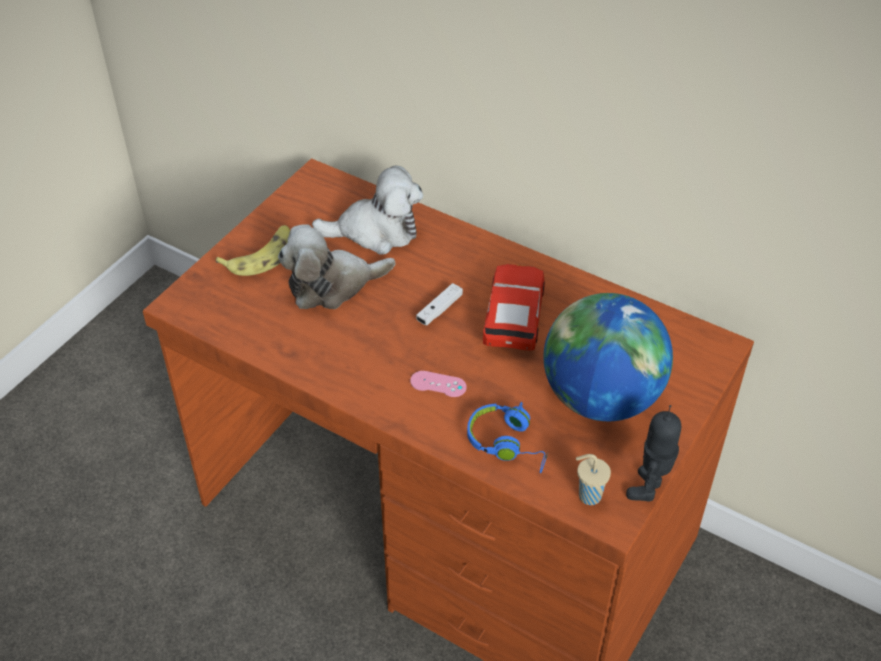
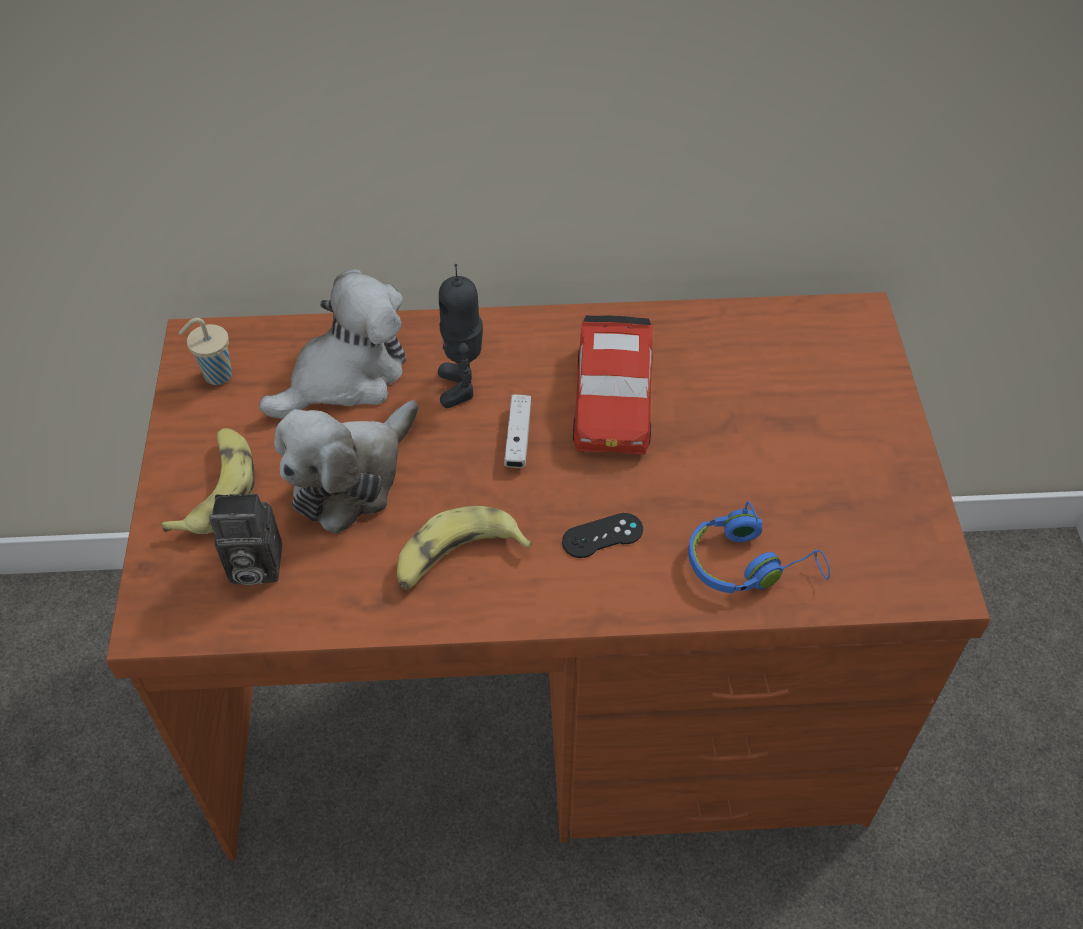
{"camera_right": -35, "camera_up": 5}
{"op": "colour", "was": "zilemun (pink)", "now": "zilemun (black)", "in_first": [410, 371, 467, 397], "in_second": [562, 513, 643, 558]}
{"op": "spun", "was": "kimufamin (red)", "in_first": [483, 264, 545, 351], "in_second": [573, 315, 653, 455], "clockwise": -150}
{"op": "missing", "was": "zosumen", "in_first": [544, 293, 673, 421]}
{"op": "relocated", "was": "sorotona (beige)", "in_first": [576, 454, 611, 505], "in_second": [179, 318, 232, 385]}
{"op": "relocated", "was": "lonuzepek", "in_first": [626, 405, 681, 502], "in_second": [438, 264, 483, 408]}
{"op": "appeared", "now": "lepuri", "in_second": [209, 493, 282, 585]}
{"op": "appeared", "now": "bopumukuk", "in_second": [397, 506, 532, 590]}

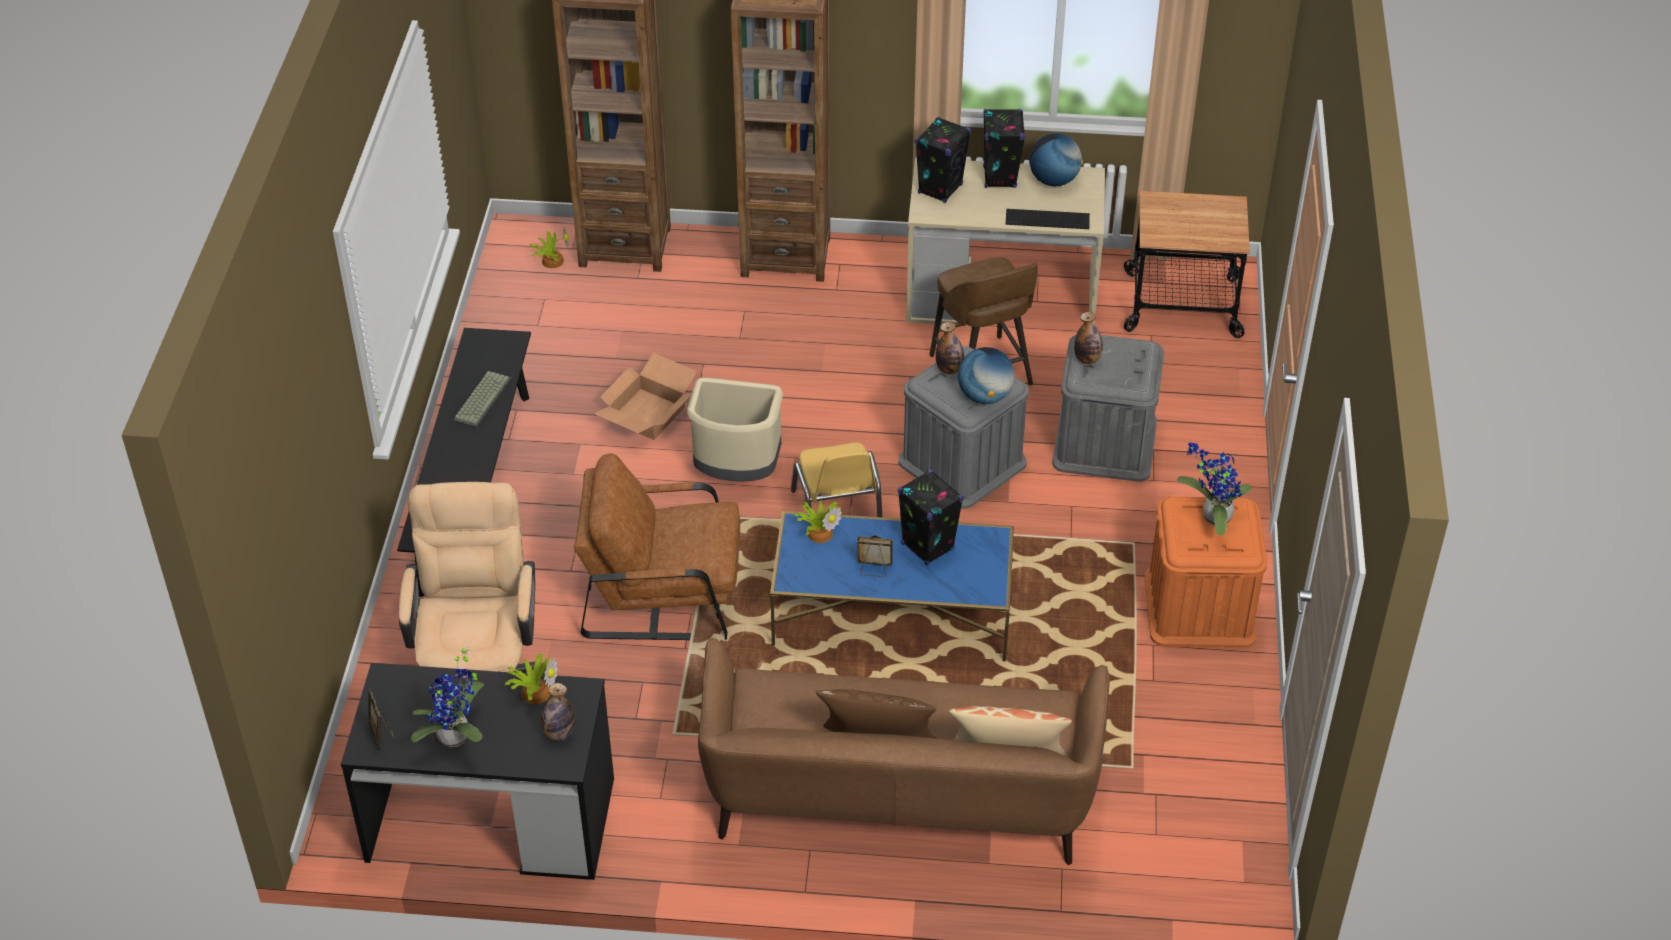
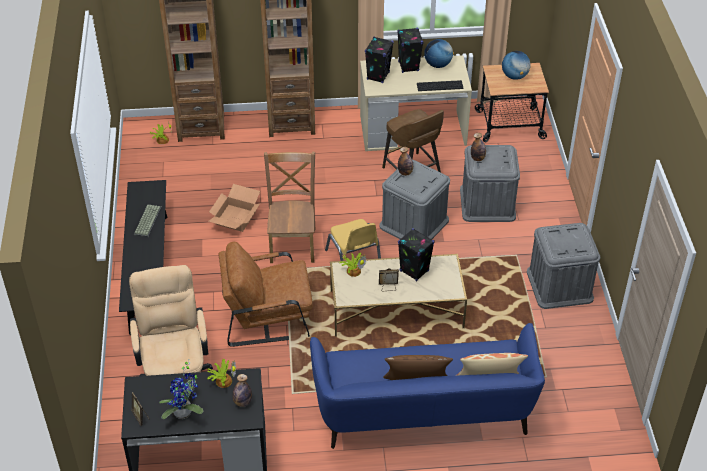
{"camera_right": -10, "camera_up": 0}
{"op": "exchanged", "was": "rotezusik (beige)", "now": "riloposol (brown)", "in_first": [687, 378, 783, 482], "in_second": [264, 151, 315, 263]}
{"op": "colour", "was": "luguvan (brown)", "now": "luguvan (blue)", "in_first": [698, 638, 1110, 865], "in_second": [310, 323, 545, 449]}
{"op": "colour", "was": "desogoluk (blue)", "now": "desogoluk (beige)", "in_first": [770, 511, 1014, 661], "in_second": [330, 254, 467, 337]}
{"op": "relocated", "was": "zosumen", "in_first": [958, 347, 1015, 404], "in_second": [502, 51, 531, 80]}
{"op": "colour", "was": "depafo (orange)", "now": "depafo (grey)", "in_first": [1145, 497, 1267, 648], "in_second": [527, 223, 600, 309]}
{"op": "missing", "was": "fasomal", "in_first": [1177, 442, 1251, 535]}

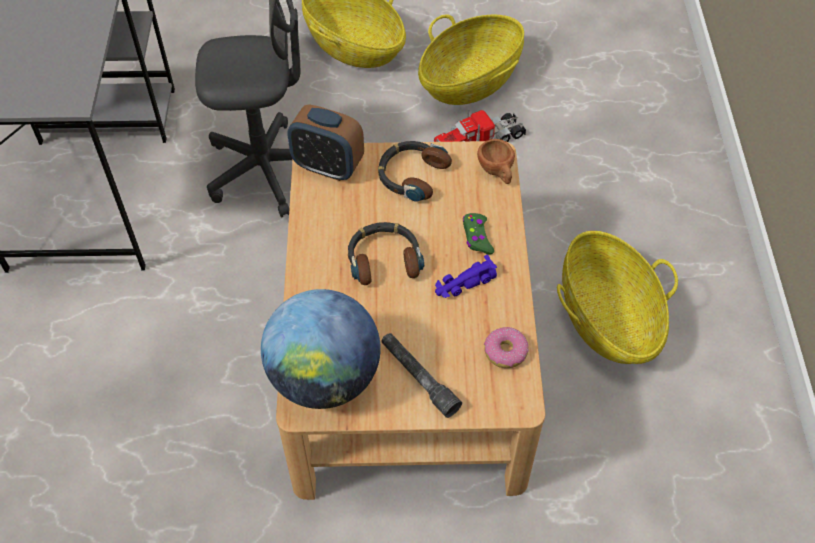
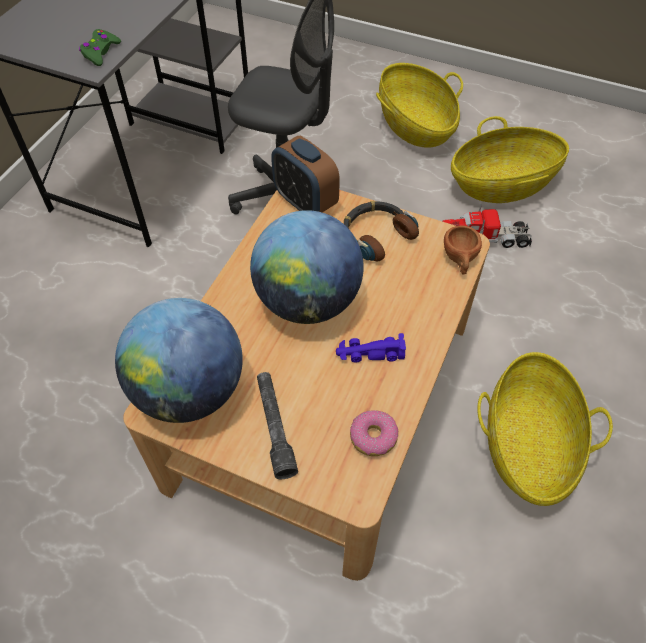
{"camera_right": 25, "camera_up": 0}
{"op": "exchanged", "was": "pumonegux", "now": "zosumen", "in_first": [348, 222, 424, 285], "in_second": [250, 210, 364, 324]}
{"op": "relocated", "was": "zilemun (green)", "in_first": [463, 213, 494, 255], "in_second": [79, 29, 121, 66]}

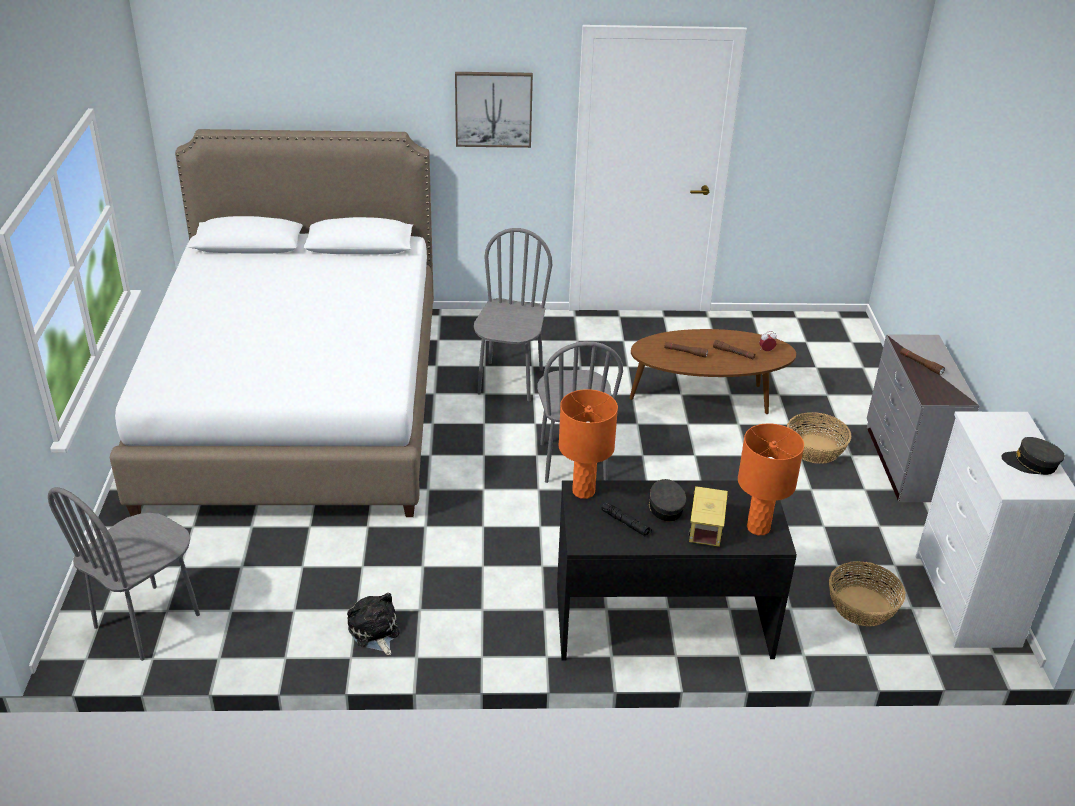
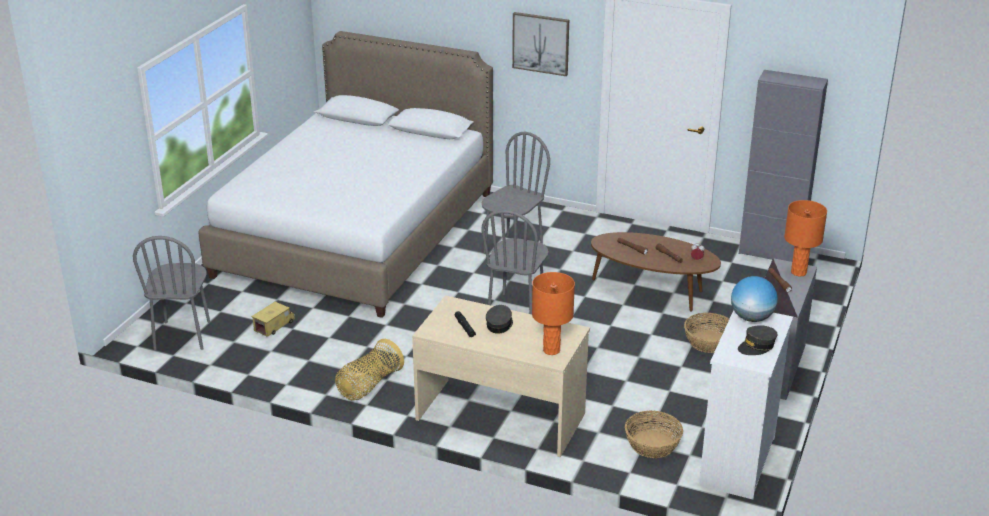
{"camera_right": 25, "camera_up": -5}
{"op": "spun", "was": "riloposol (grey)", "in_first": [48, 487, 200, 661], "in_second": [133, 236, 210, 350], "clockwise": -60}
{"op": "missing", "was": "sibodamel", "in_first": [347, 593, 400, 655]}
{"op": "colour", "was": "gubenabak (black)", "now": "gubenabak (beige)", "in_first": [557, 480, 797, 660], "in_second": [412, 295, 590, 457]}
{"op": "relocated", "was": "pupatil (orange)", "in_first": [559, 389, 618, 499], "in_second": [784, 200, 827, 277]}
{"op": "relocated", "was": "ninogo", "in_first": [688, 486, 728, 547], "in_second": [251, 302, 295, 337]}
{"op": "spun", "was": "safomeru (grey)", "in_first": [1002, 437, 1065, 475], "in_second": [738, 326, 777, 355], "clockwise": -75}
{"op": "appeared", "now": "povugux", "in_second": [335, 339, 404, 400]}
{"op": "appeared", "now": "zosumen", "in_second": [731, 276, 778, 322]}
{"op": "appeared", "now": "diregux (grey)", "in_second": [739, 70, 828, 262]}

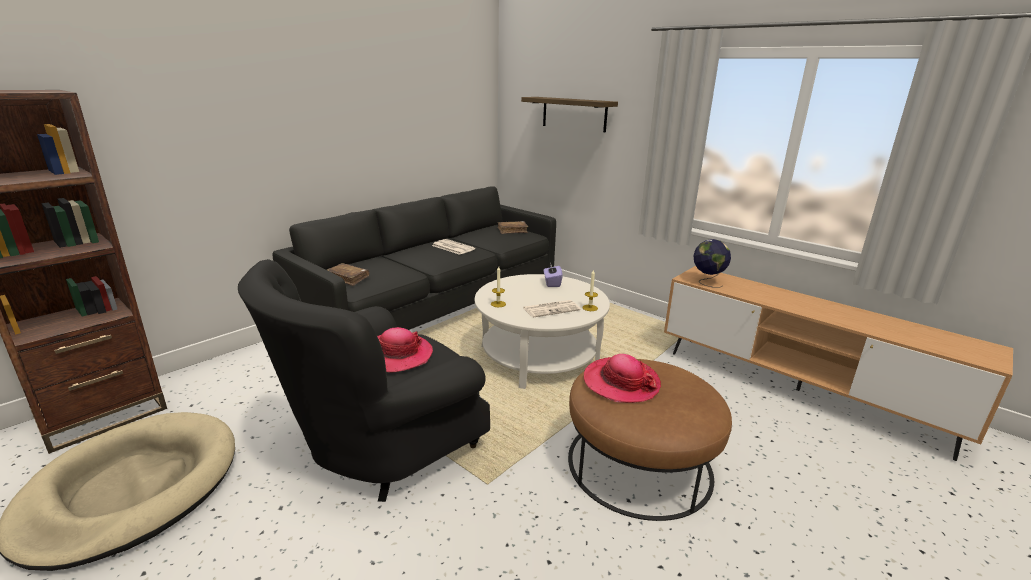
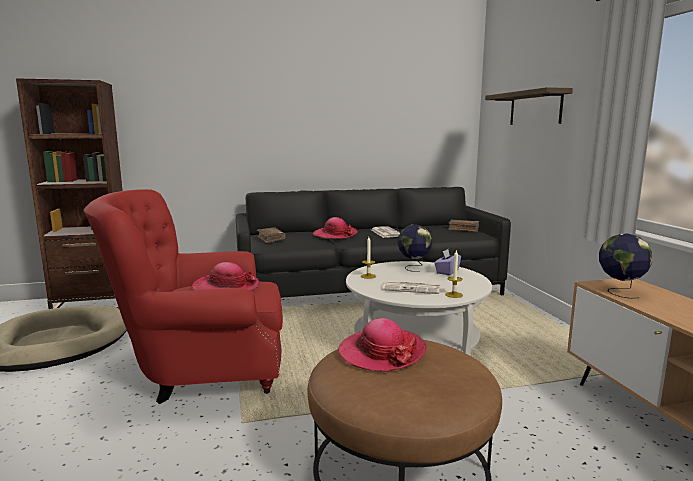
{"camera_right": 35, "camera_up": -10}
{"op": "colour", "was": "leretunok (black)", "now": "leretunok (red)", "in_first": [238, 259, 490, 502], "in_second": [84, 189, 283, 404]}
{"op": "appeared", "now": "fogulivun", "in_second": [313, 217, 358, 239]}
{"op": "appeared", "now": "zosumen", "in_second": [397, 225, 432, 272]}

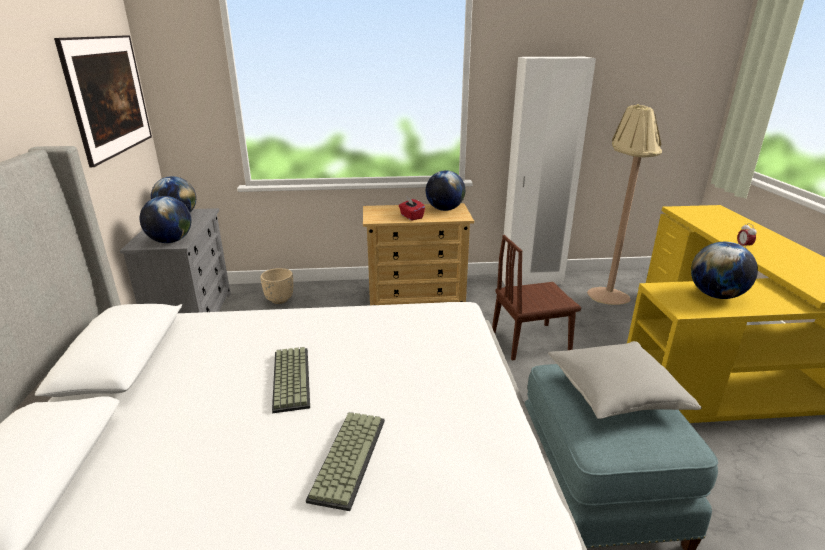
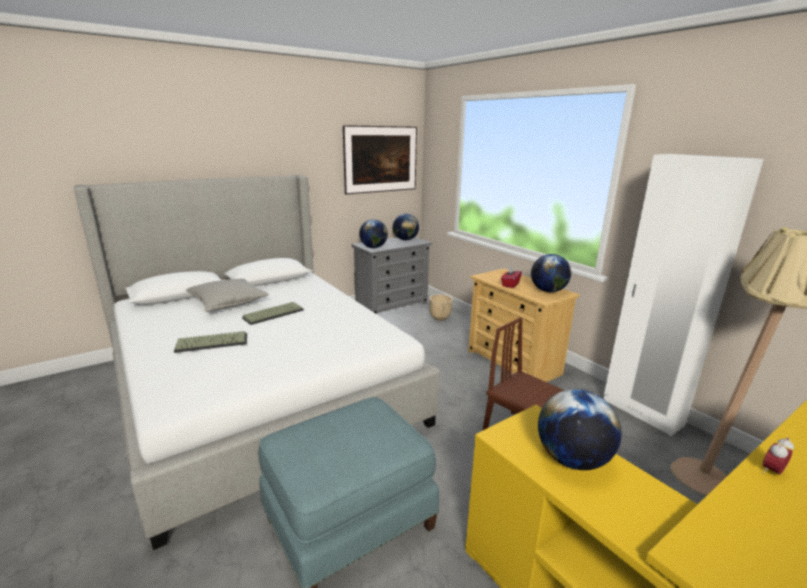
{"camera_right": 60, "camera_up": -5}
{"op": "relocated", "was": "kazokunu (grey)", "in_first": [548, 341, 702, 419], "in_second": [186, 279, 269, 312]}

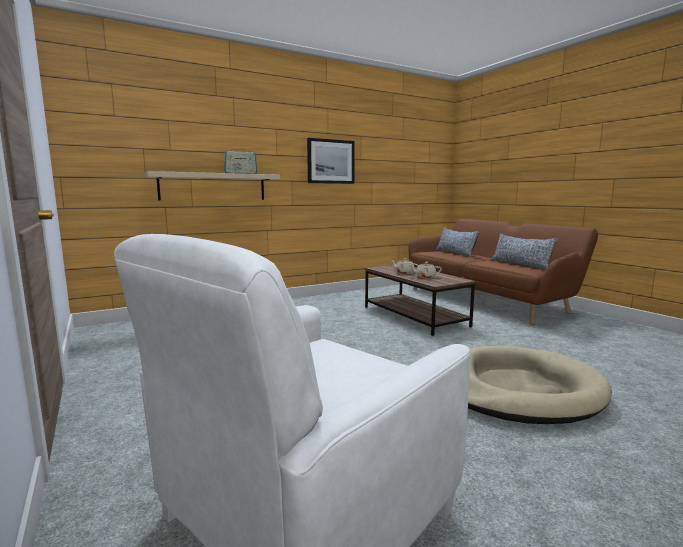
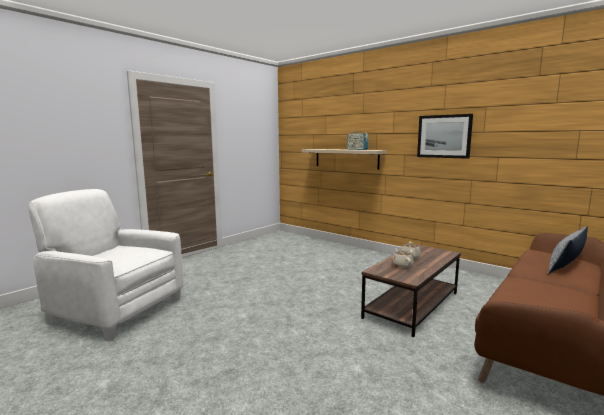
{"camera_right": 70, "camera_up": 0}
{"op": "missing", "was": "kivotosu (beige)", "in_first": [468, 346, 612, 424]}
{"op": "missing", "was": "kazokunu", "in_first": [490, 233, 558, 270]}

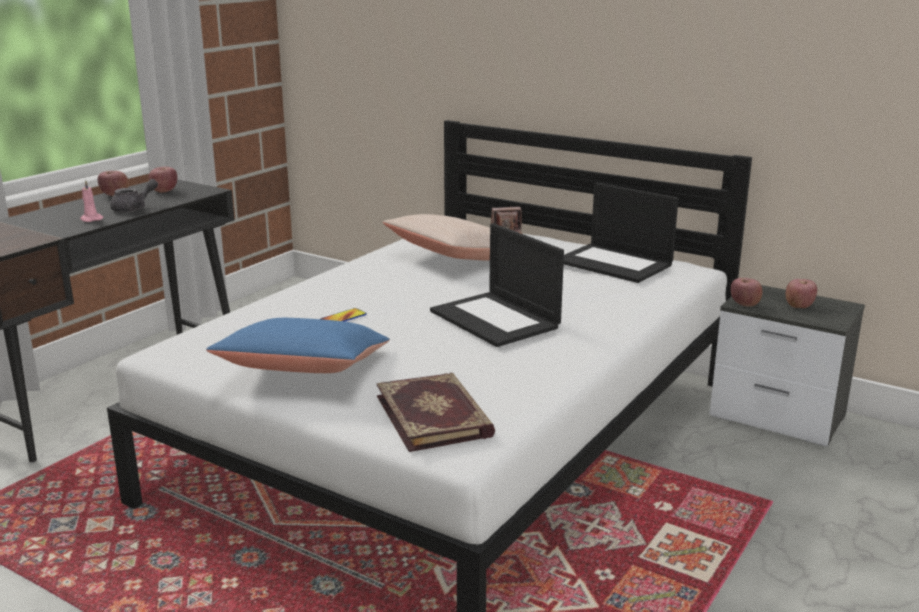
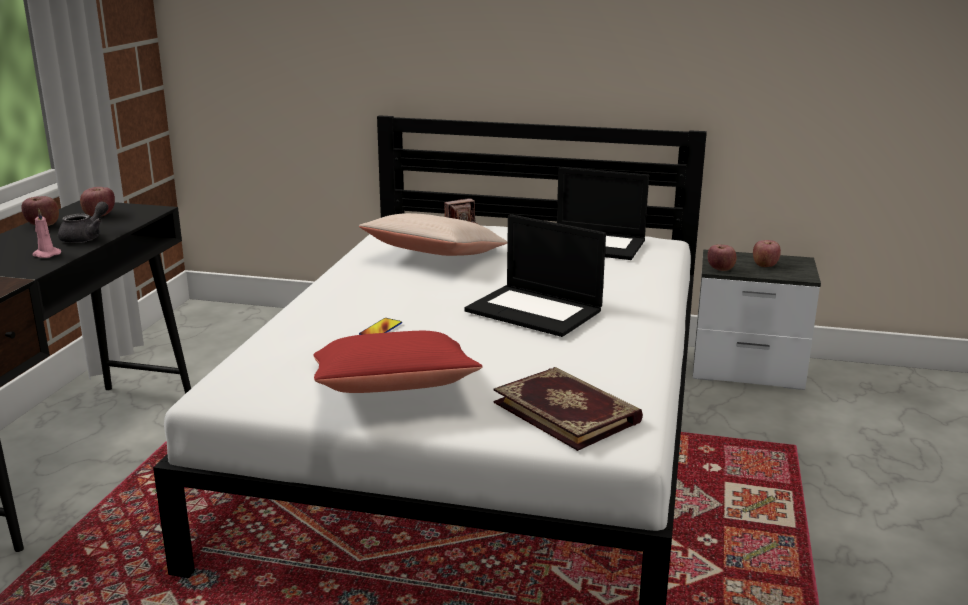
{"camera_right": -20, "camera_up": 0}
{"op": "colour", "was": "kazokunu (blue)", "now": "kazokunu (red)", "in_first": [206, 318, 390, 373], "in_second": [313, 331, 482, 393]}

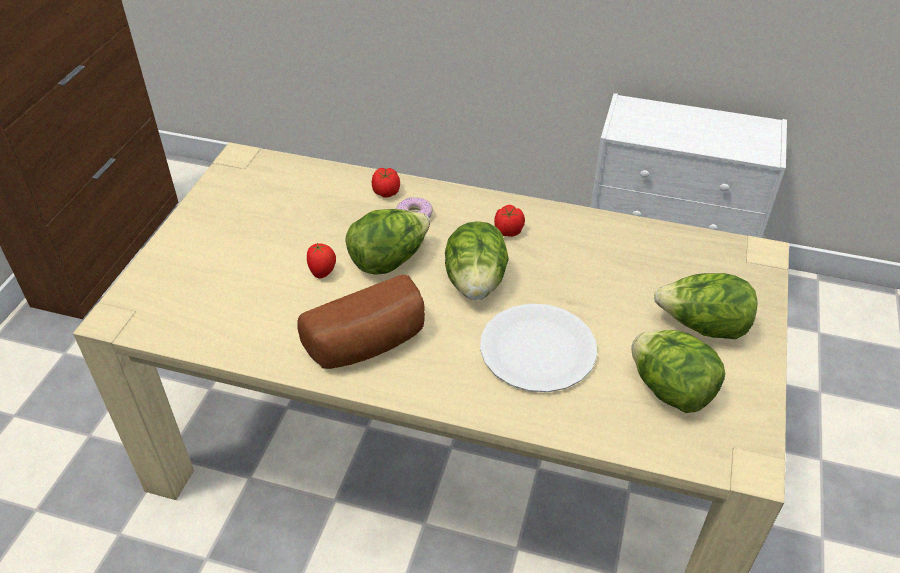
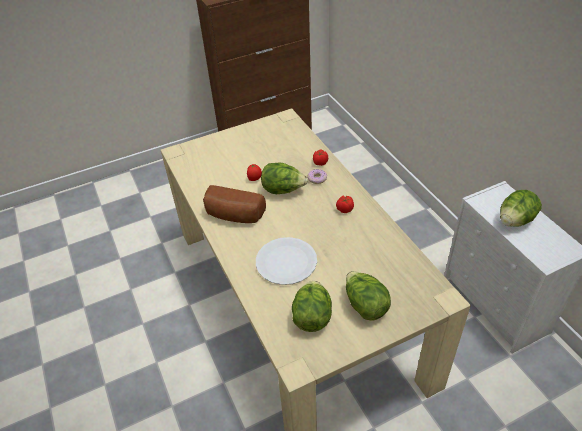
{"camera_right": 50, "camera_up": 0}
{"op": "relocated", "was": "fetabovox", "in_first": [445, 221, 509, 300], "in_second": [500, 190, 542, 227]}

